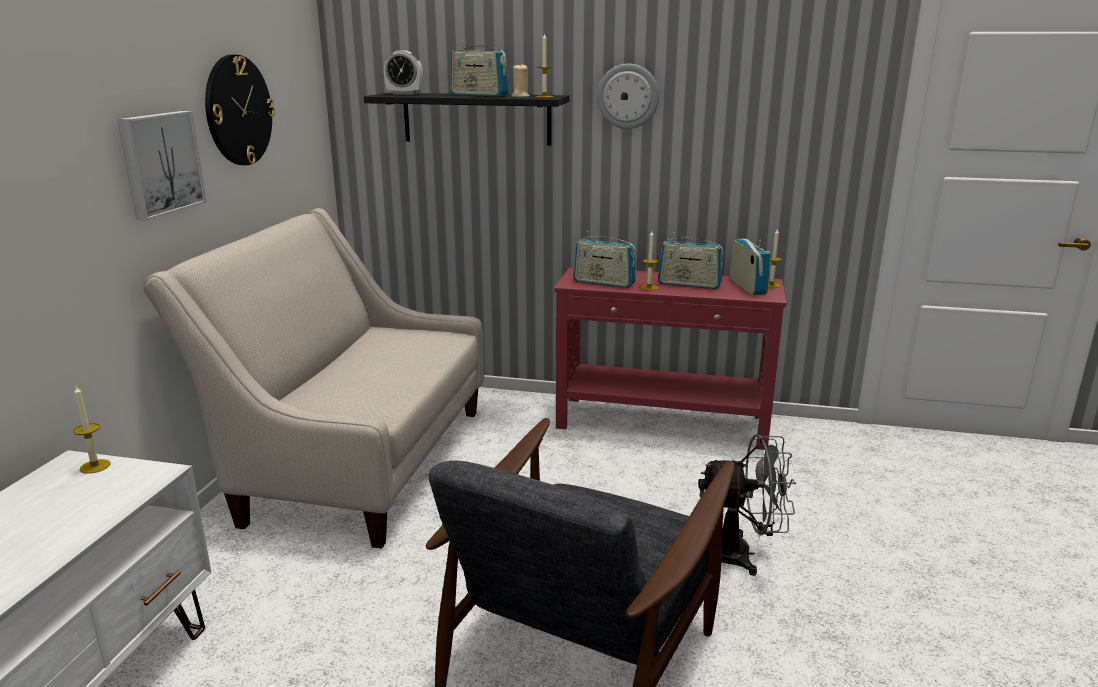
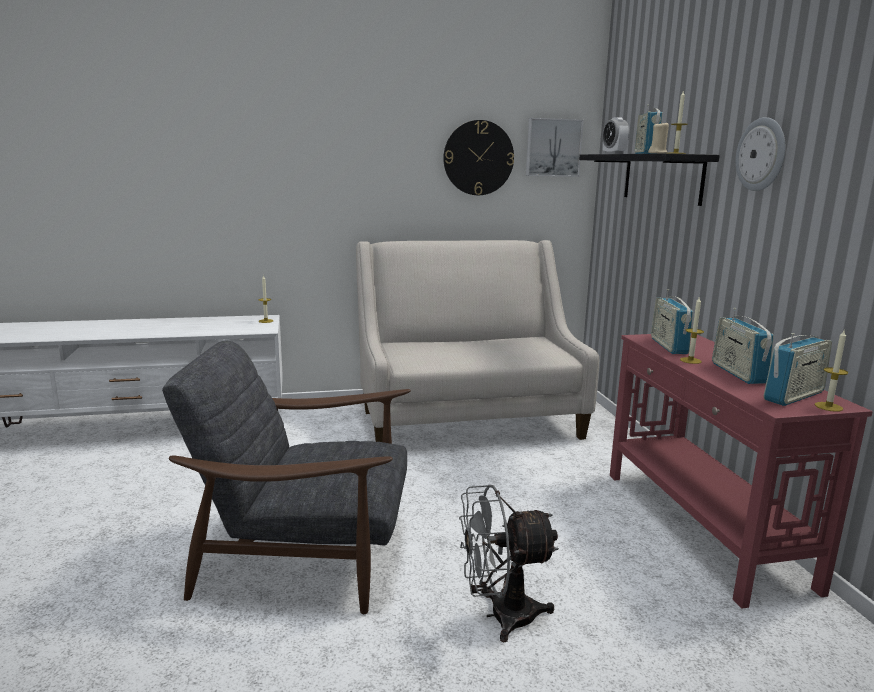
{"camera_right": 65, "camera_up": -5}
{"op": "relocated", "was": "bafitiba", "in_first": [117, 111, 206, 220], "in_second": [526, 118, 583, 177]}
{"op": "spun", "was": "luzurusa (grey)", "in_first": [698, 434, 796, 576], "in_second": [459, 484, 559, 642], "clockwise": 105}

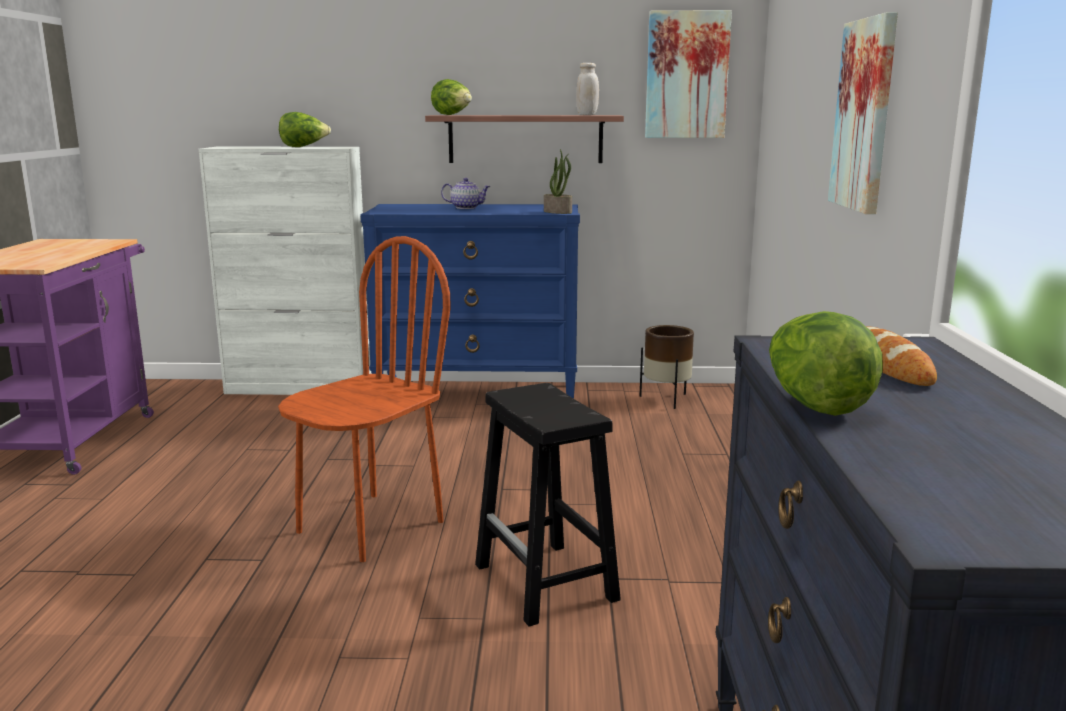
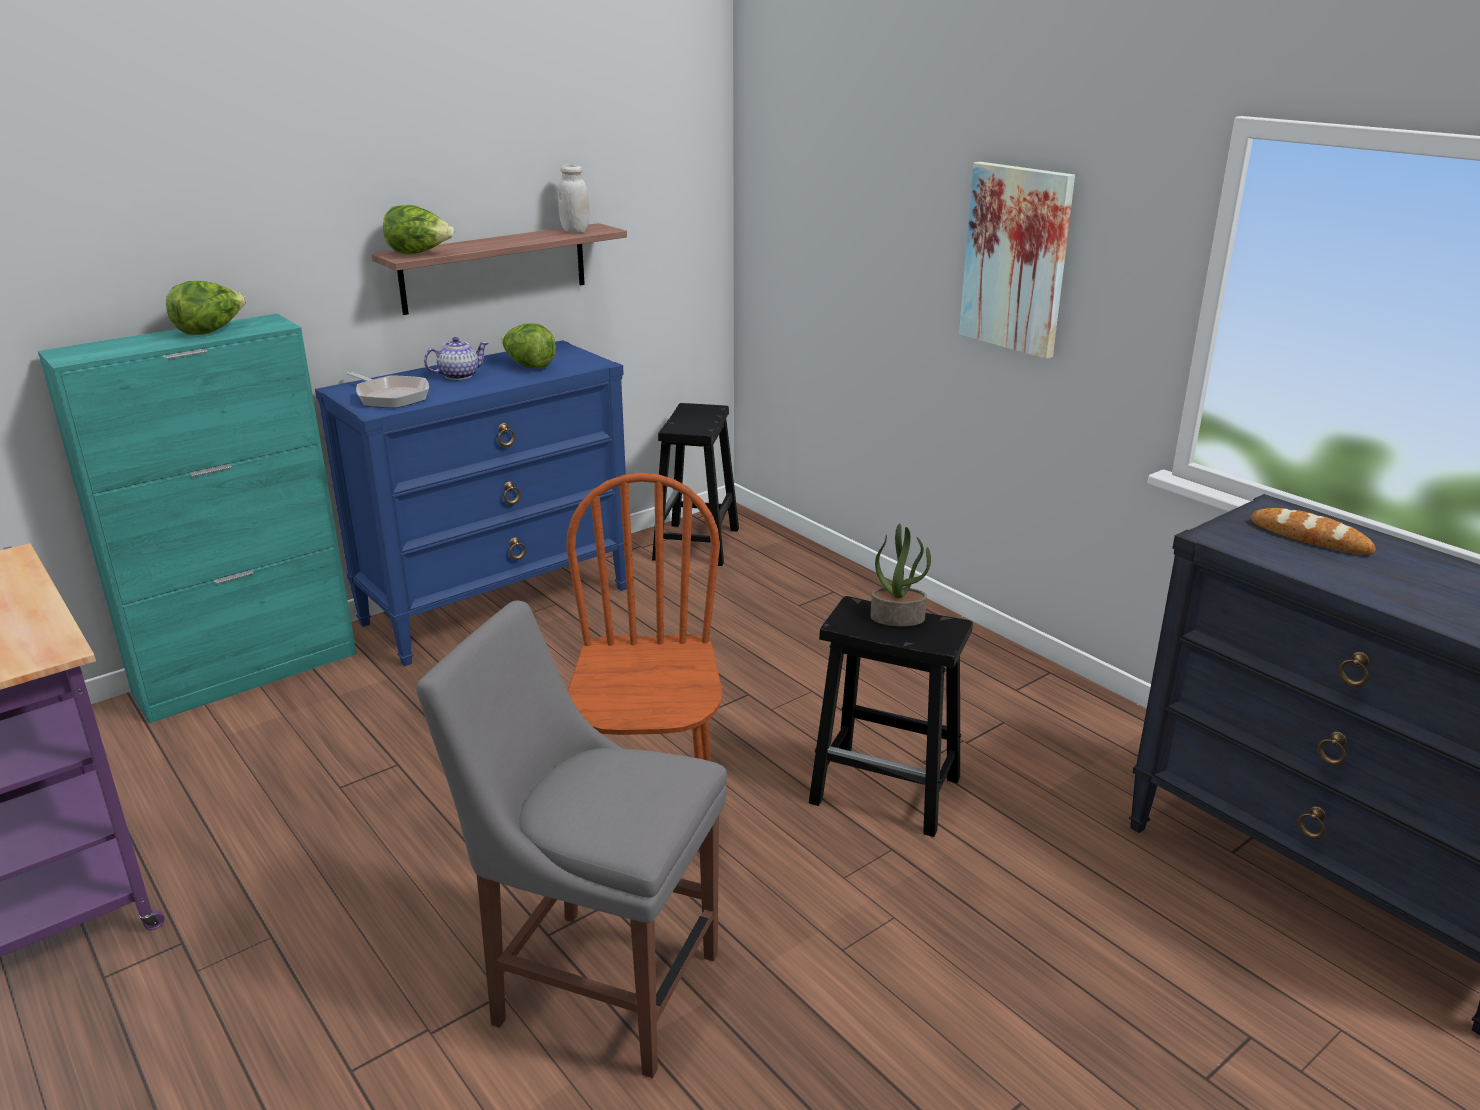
{"camera_right": -40, "camera_up": 10}
{"op": "colour", "was": "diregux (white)", "now": "diregux (turquoise)", "in_first": [199, 147, 371, 395], "in_second": [38, 314, 357, 723]}
{"op": "relocated", "was": "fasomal", "in_first": [544, 149, 572, 214], "in_second": [870, 524, 931, 627]}
{"op": "exchanged", "was": "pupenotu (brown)", "now": "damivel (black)", "in_first": [639, 325, 694, 409], "in_second": [652, 403, 739, 566]}
{"op": "missing", "was": "bafitiba", "in_first": [645, 10, 732, 138]}
{"op": "relocated", "was": "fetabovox", "in_first": [769, 311, 883, 416], "in_second": [502, 323, 556, 369]}
{"op": "appeared", "now": "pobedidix", "in_second": [347, 371, 429, 408]}
{"op": "appeared", "now": "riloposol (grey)", "in_second": [416, 600, 727, 1078]}

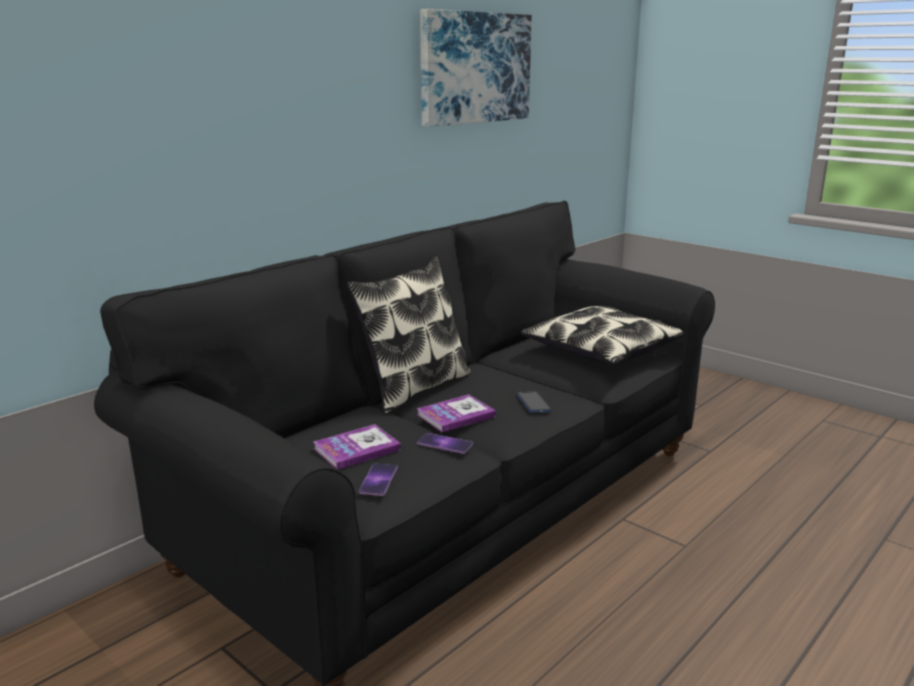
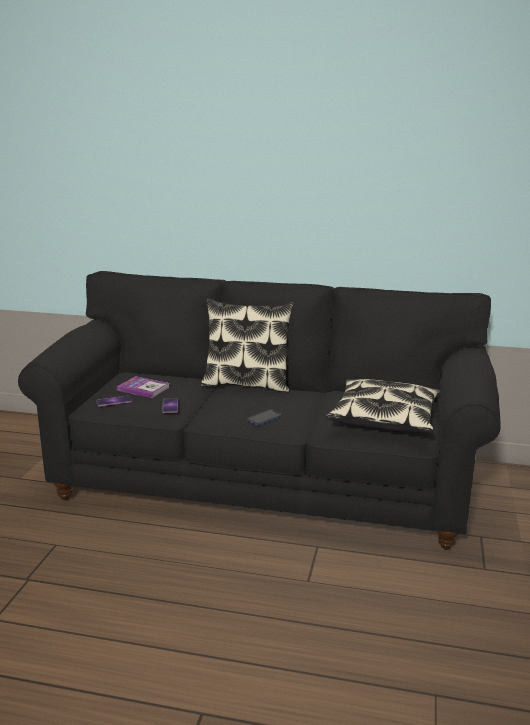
{"camera_right": 60, "camera_up": 0}
{"op": "missing", "was": "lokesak", "in_first": [417, 395, 496, 432]}
{"op": "missing", "was": "bafitiba", "in_first": [420, 9, 532, 127]}

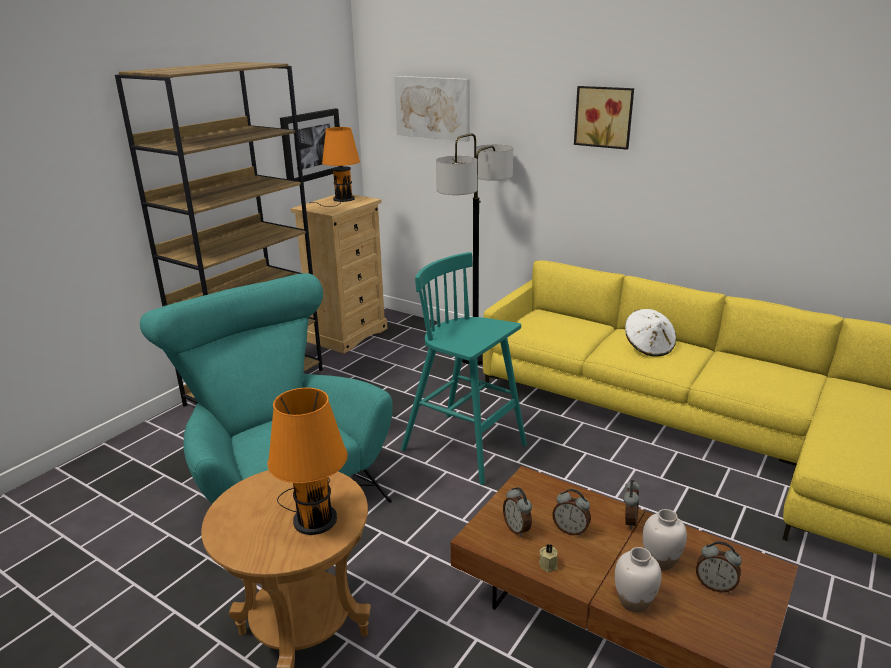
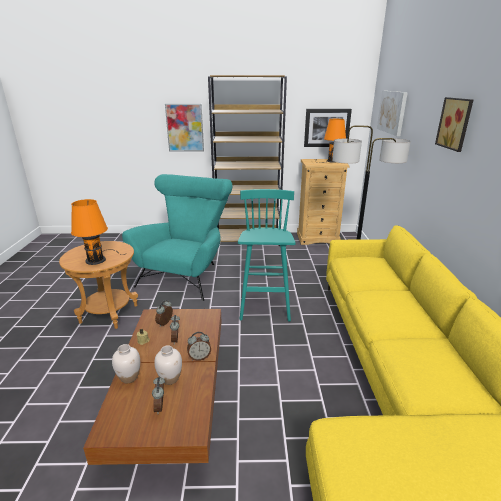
{"camera_right": 55, "camera_up": 0}
{"op": "missing", "was": "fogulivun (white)", "in_first": [625, 309, 676, 357]}
{"op": "appeared", "now": "bafitiba", "in_second": [165, 104, 204, 152]}

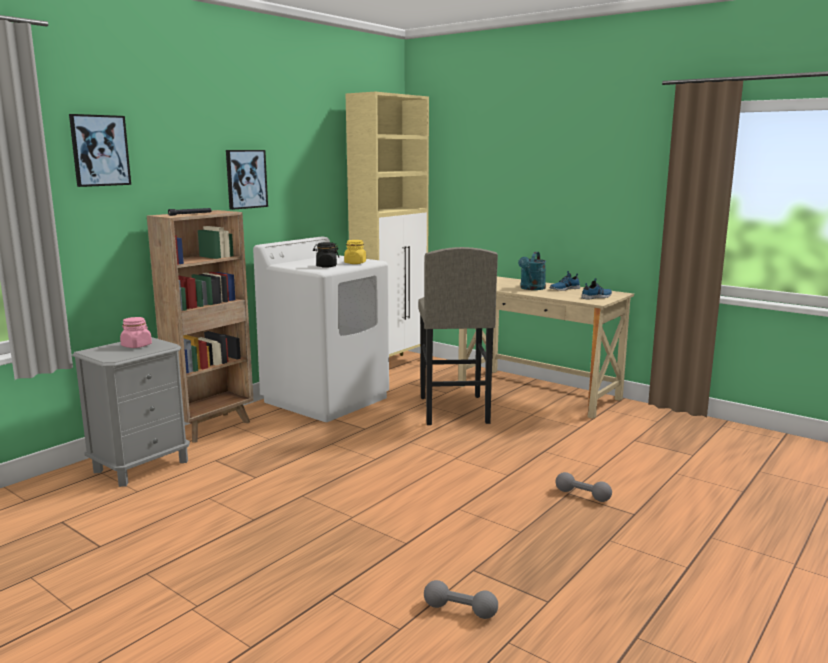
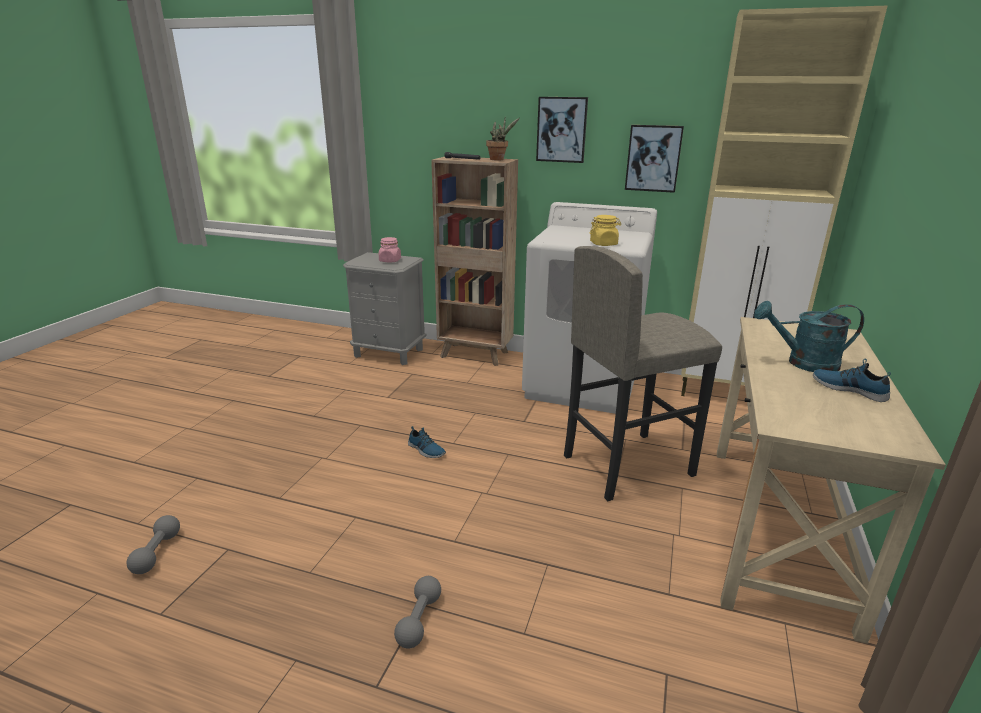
{"camera_right": 70, "camera_up": 10}
{"op": "relocated", "was": "bafitiba", "in_first": [69, 114, 131, 187], "in_second": [625, 125, 684, 193]}
{"op": "missing", "was": "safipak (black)", "in_first": [313, 242, 339, 268]}
{"op": "relocated", "was": "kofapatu", "in_first": [581, 278, 612, 300], "in_second": [408, 426, 446, 458]}
{"op": "appeared", "now": "fasomal", "in_second": [486, 117, 520, 161]}

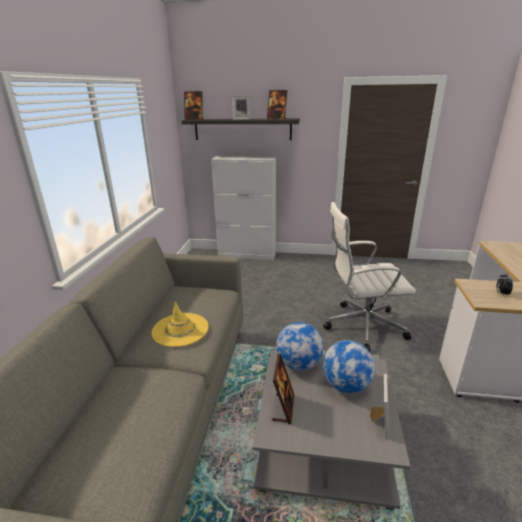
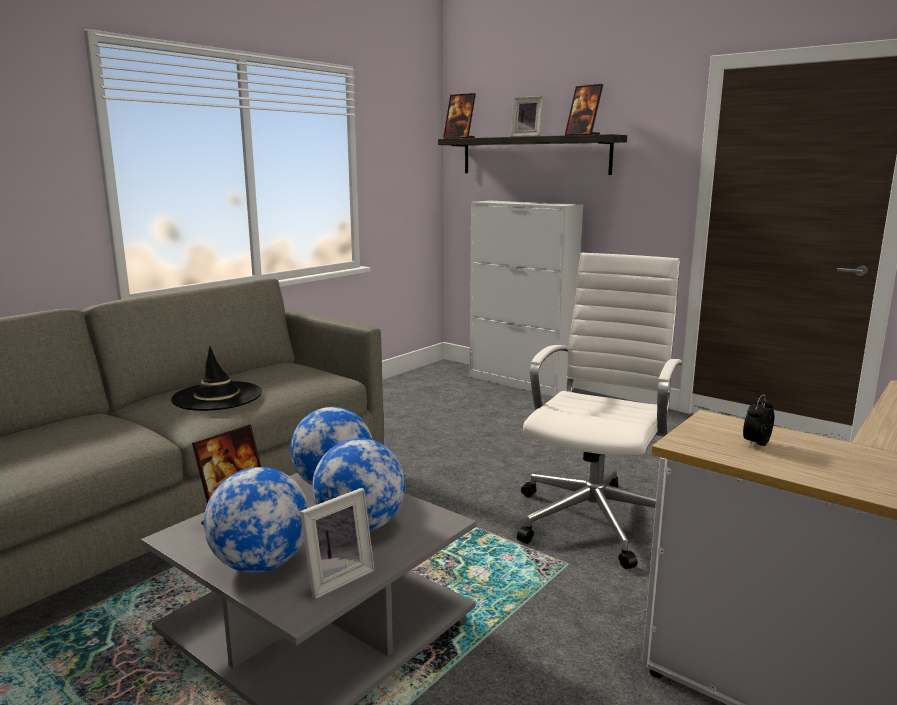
{"camera_right": 30, "camera_up": -10}
{"op": "colour", "was": "fogulivun (yellow)", "now": "fogulivun (black)", "in_first": [151, 302, 209, 347], "in_second": [171, 346, 262, 411]}
{"op": "spun", "was": "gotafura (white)", "in_first": [323, 202, 416, 352], "in_second": [517, 253, 682, 569], "clockwise": 90}
{"op": "appeared", "now": "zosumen", "in_second": [204, 467, 309, 573]}

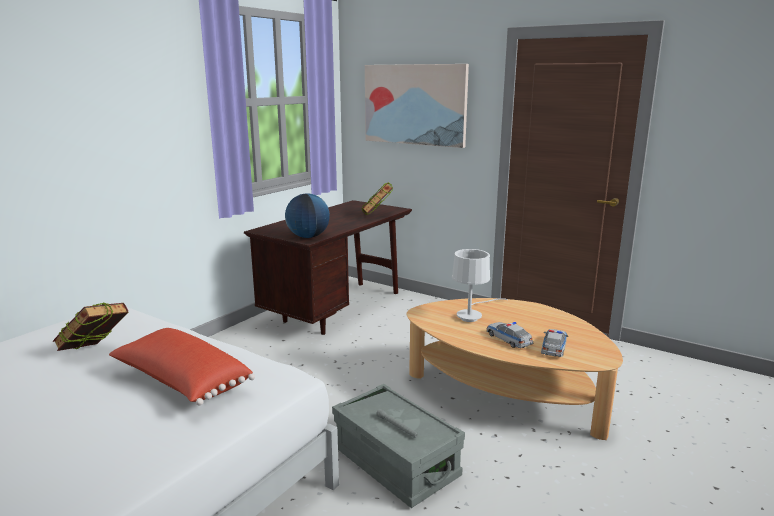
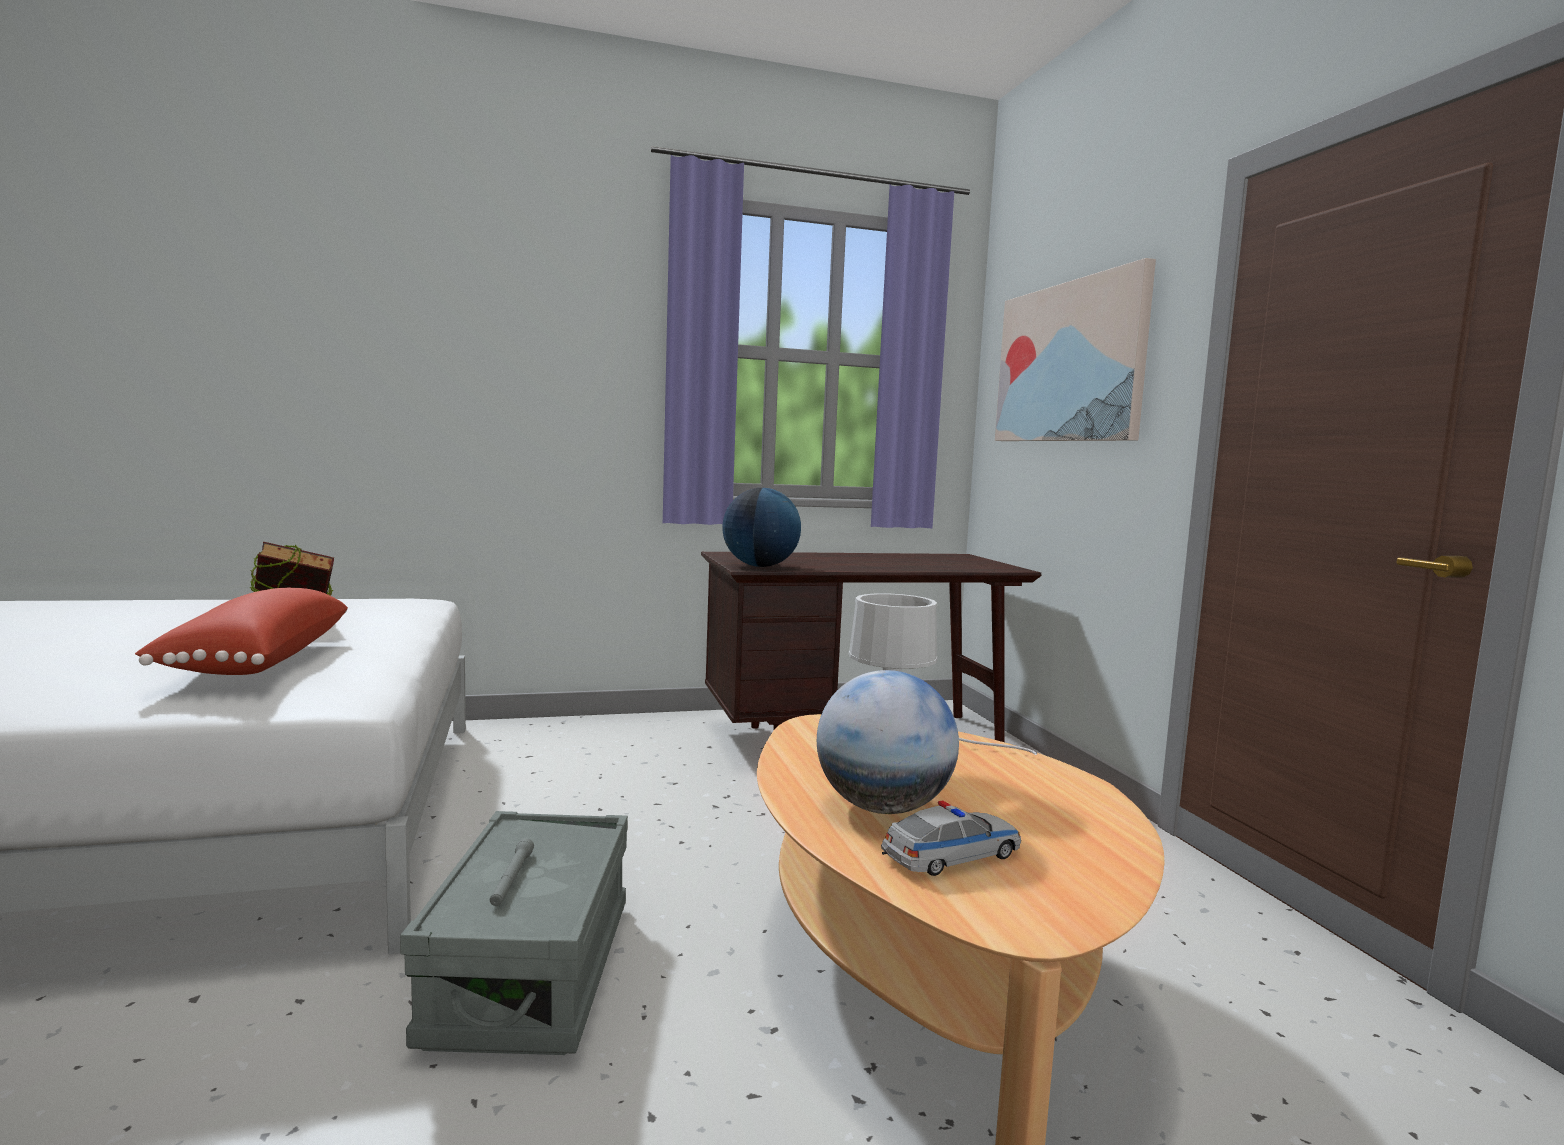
{"camera_right": 40, "camera_up": -10}
{"op": "missing", "was": "lokesak", "in_first": [362, 183, 393, 214]}
{"op": "exchanged", "was": "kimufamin", "now": "zosumen", "in_first": [487, 322, 534, 348], "in_second": [817, 670, 959, 814]}

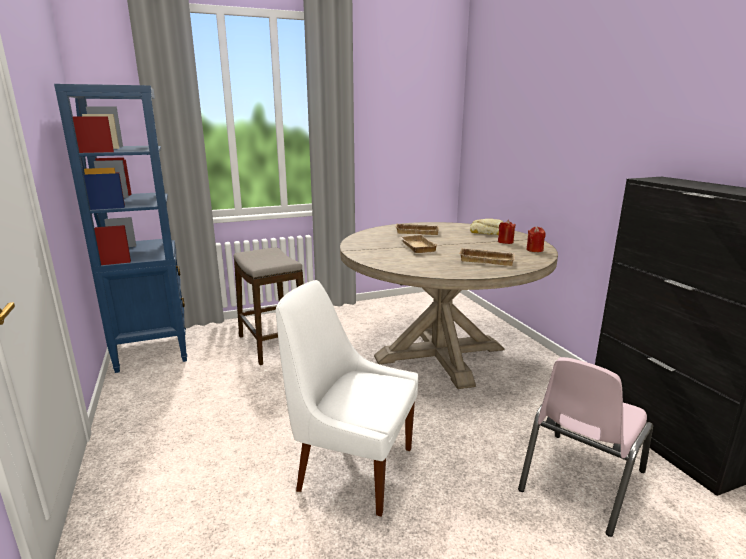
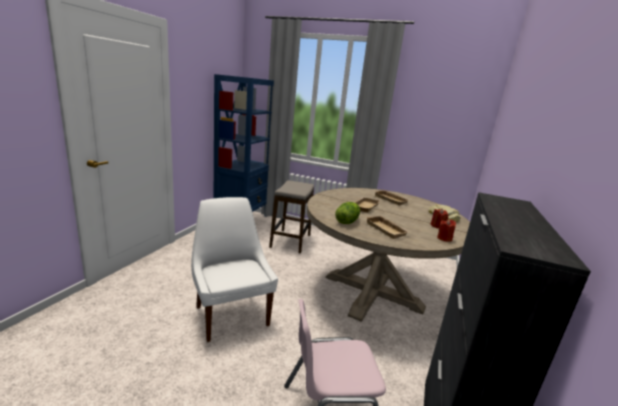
{"camera_right": 40, "camera_up": 0}
{"op": "appeared", "now": "fetabovox", "in_second": [335, 202, 360, 224]}

